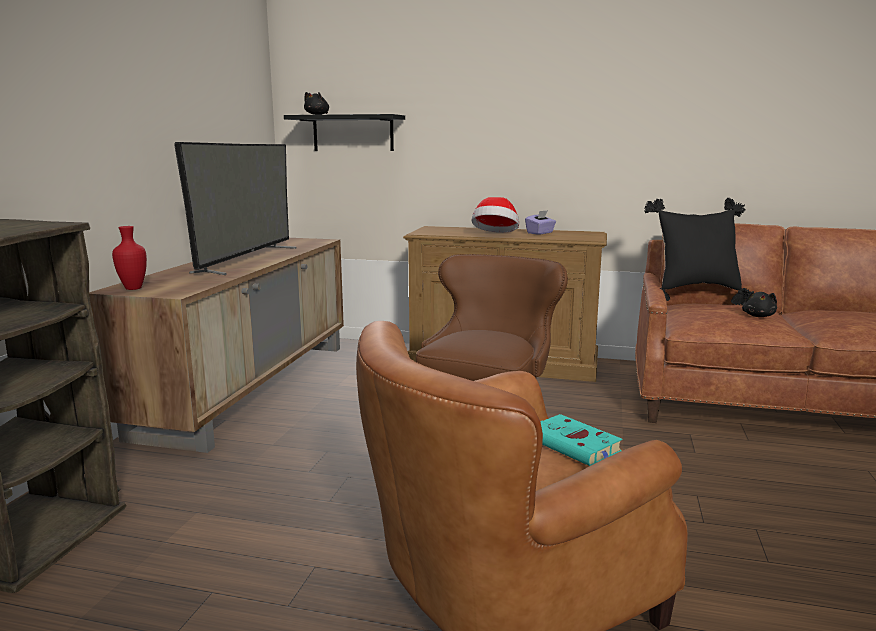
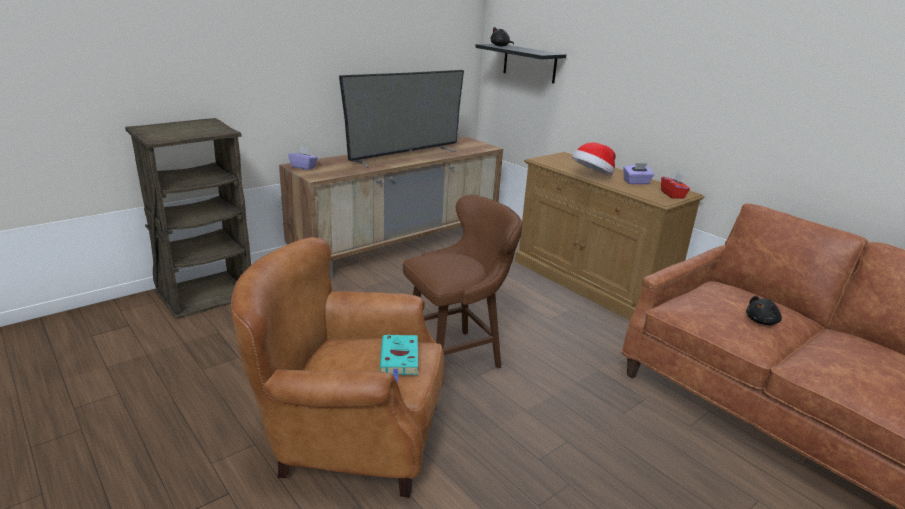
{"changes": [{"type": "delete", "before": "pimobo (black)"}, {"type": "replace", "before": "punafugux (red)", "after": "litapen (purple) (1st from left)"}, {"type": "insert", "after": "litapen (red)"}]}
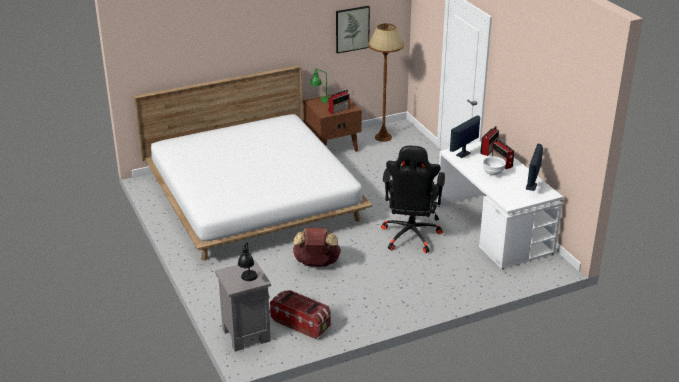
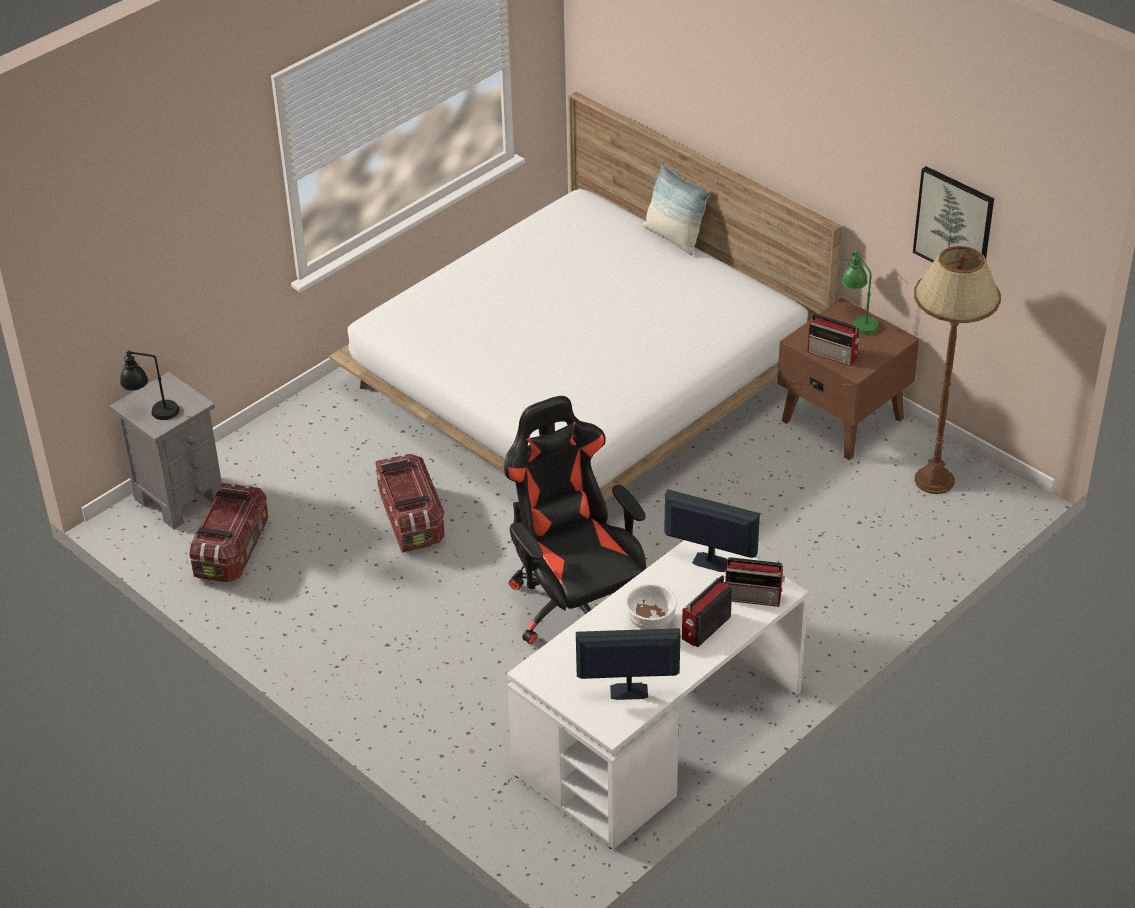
{"changes": [{"type": "rotate", "before": "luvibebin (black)", "turn": 75}, {"type": "replace", "before": "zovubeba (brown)", "after": "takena (2nd from left)"}, {"type": "insert", "after": "pimobo"}]}
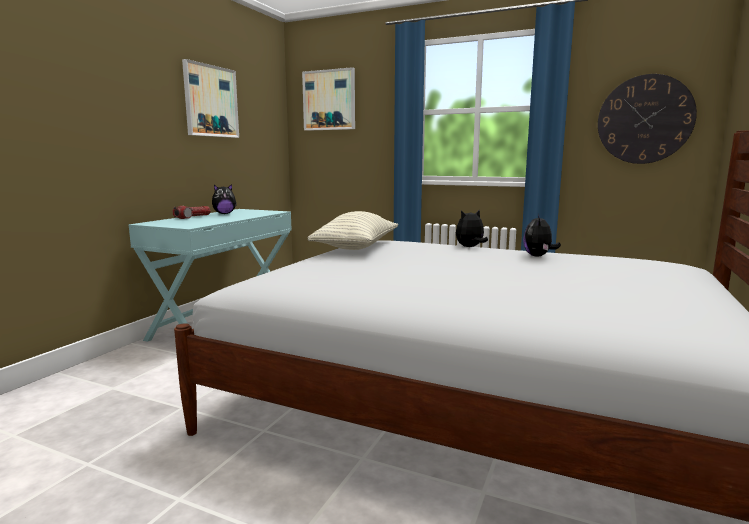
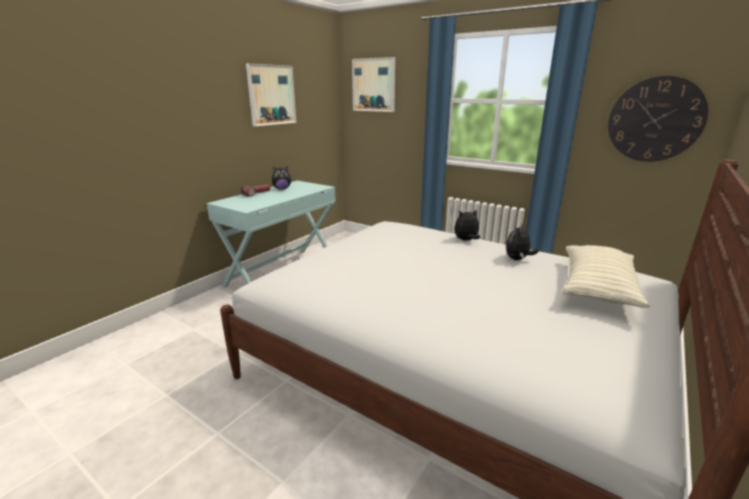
{"changes": [{"type": "move", "before": "pimobo"}]}
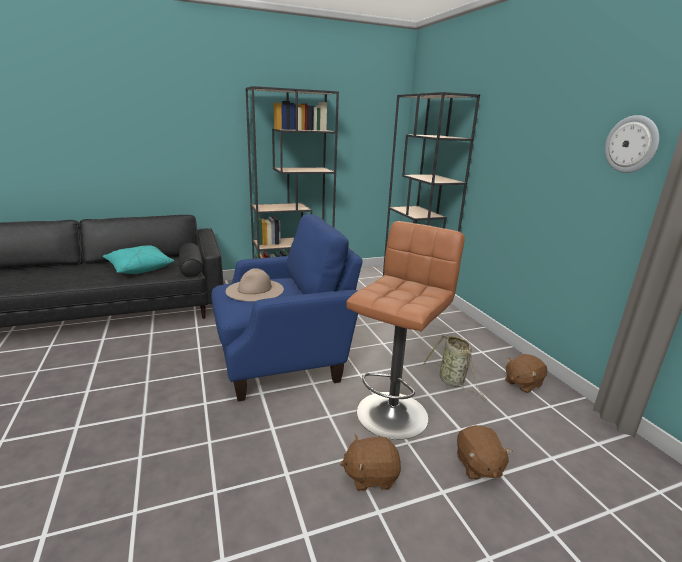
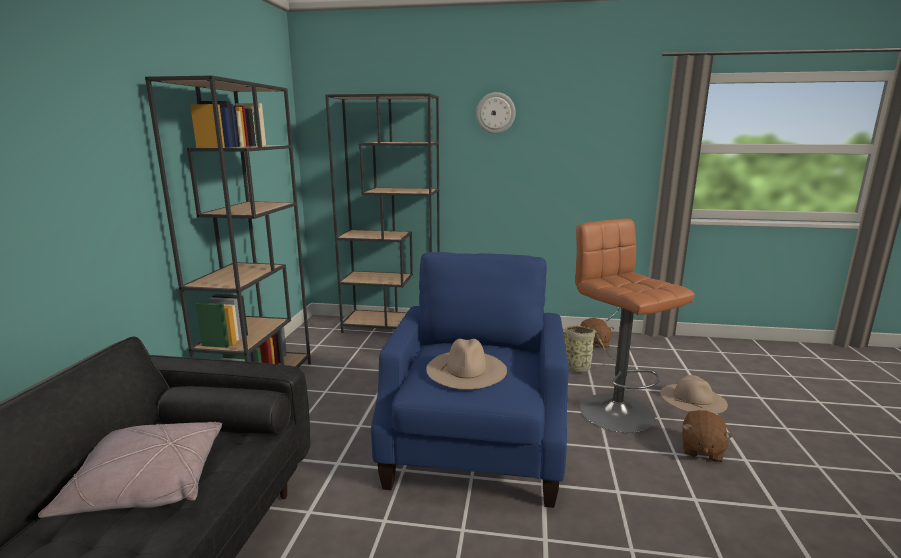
{"changes": [{"type": "move", "before": "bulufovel"}, {"type": "recolor", "before": "pimobo (turquoise)", "after": "pimobo (purple)"}, {"type": "replace", "before": "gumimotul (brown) (2nd from left)", "after": "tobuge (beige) (2nd from left)"}]}
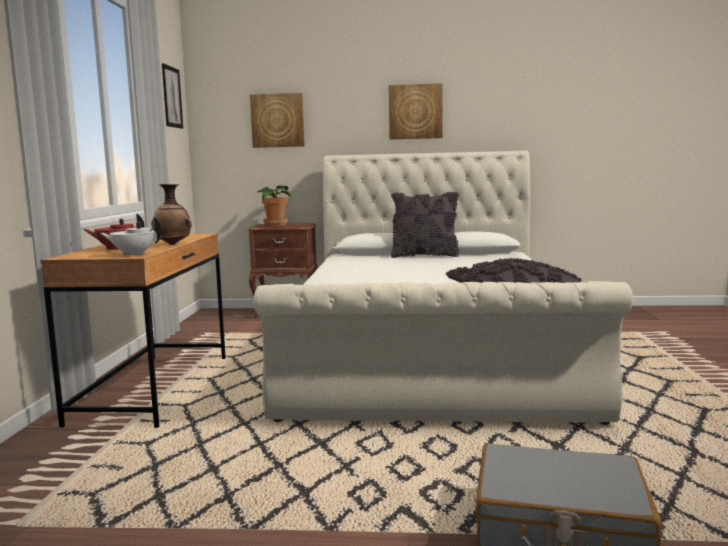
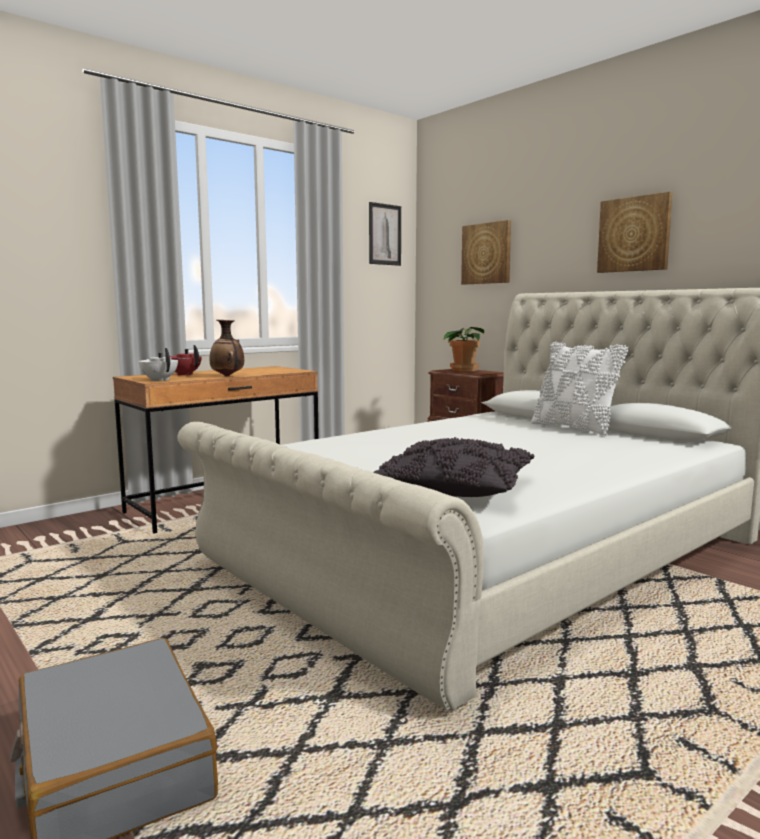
{"changes": [{"type": "recolor", "before": "pimobo (black) (1st from left)", "after": "pimobo (white)"}]}
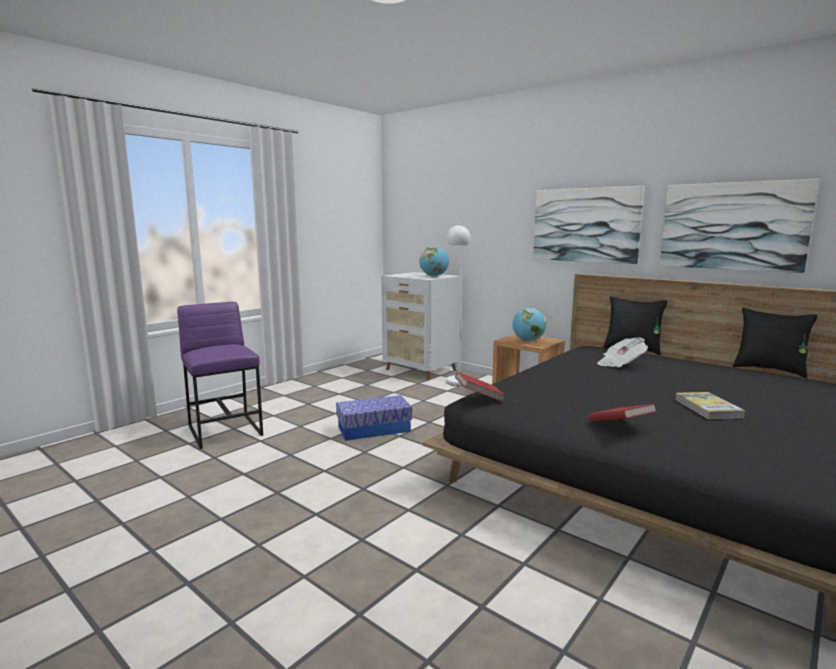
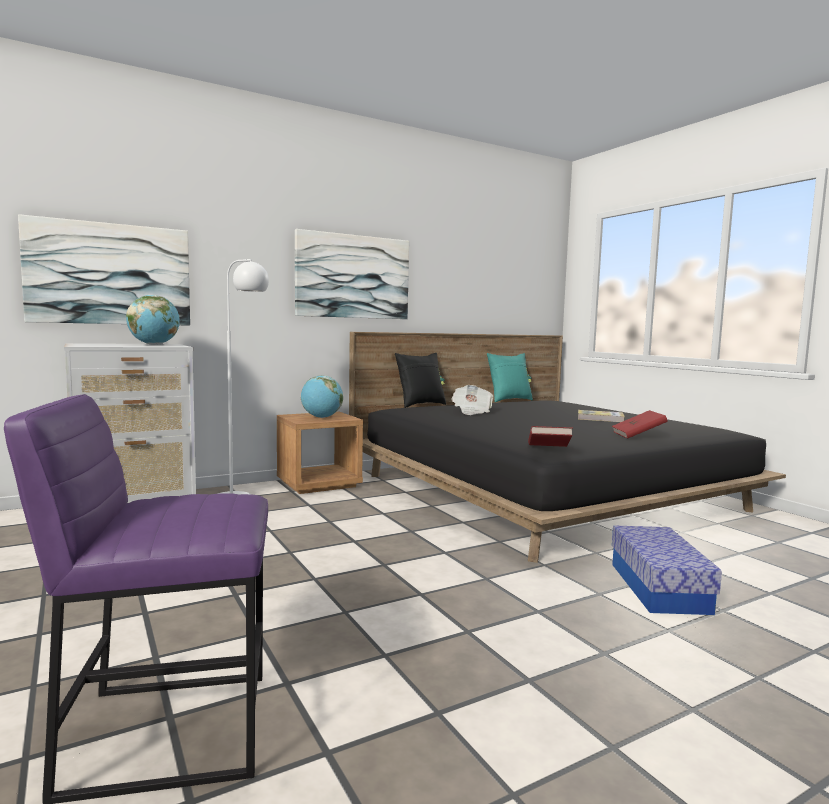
{"changes": [{"type": "move", "before": "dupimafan (2nd from left in the first image)", "after": "dupimafan (1st from left)"}, {"type": "recolor", "before": "pimobo (black) (2nd from left)", "after": "pimobo (turquoise)"}, {"type": "move", "before": "takena"}]}
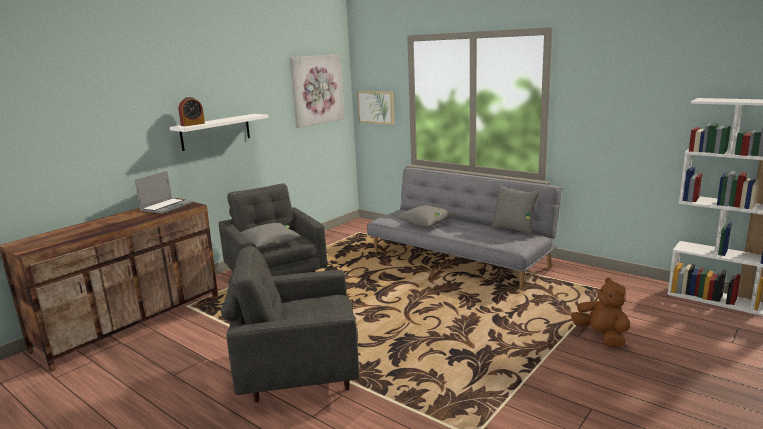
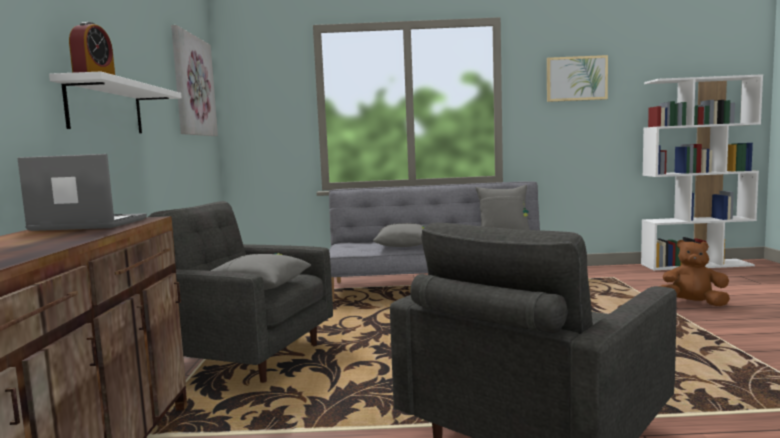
{"changes": [{"type": "move", "before": "dupimafan (2nd from left)"}, {"type": "rotate", "before": "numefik", "turn": -75}]}
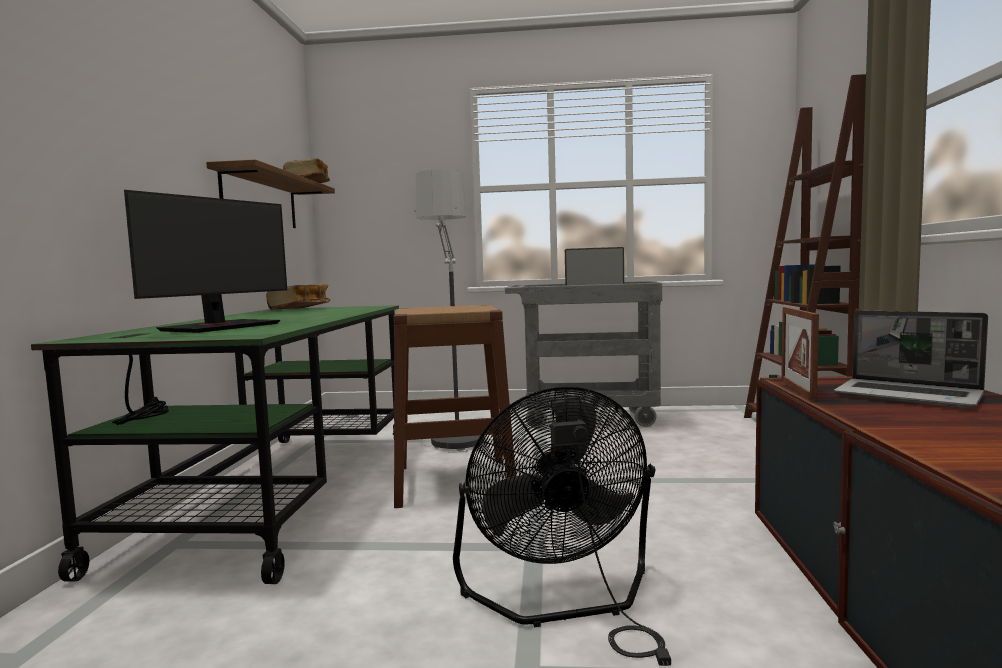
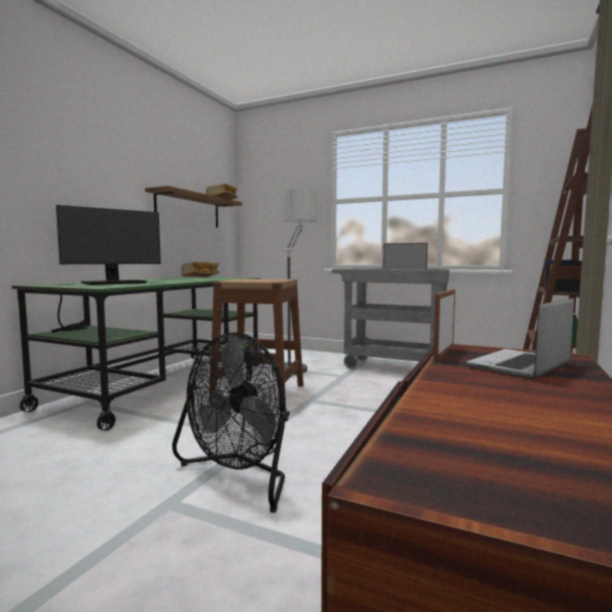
{"changes": [{"type": "rotate", "before": "numefik (2nd from left)", "turn": 75}, {"type": "rotate", "before": "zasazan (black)", "turn": -150}]}
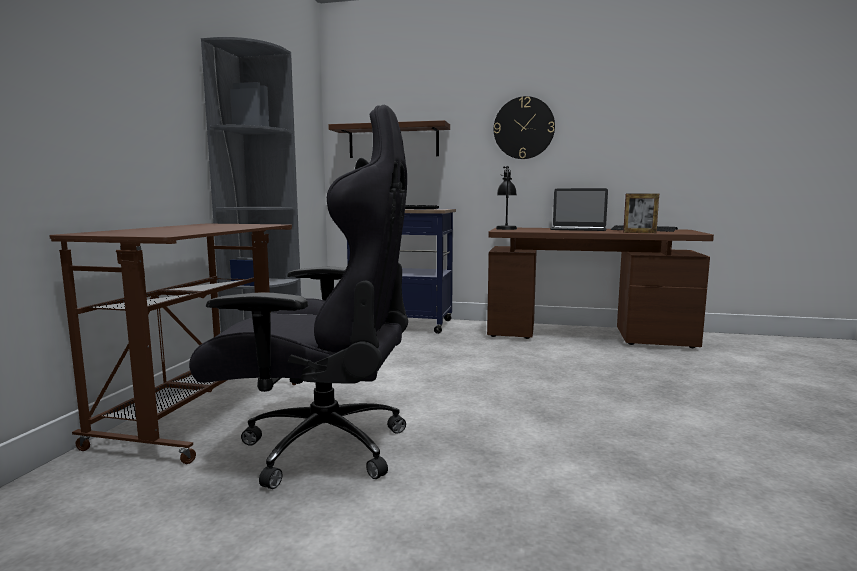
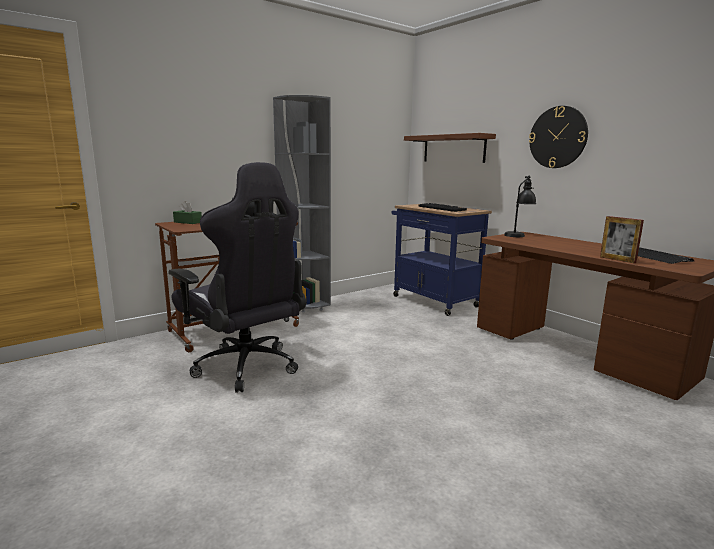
{"changes": [{"type": "delete", "before": "numefik"}, {"type": "insert", "after": "litapen (green)"}]}
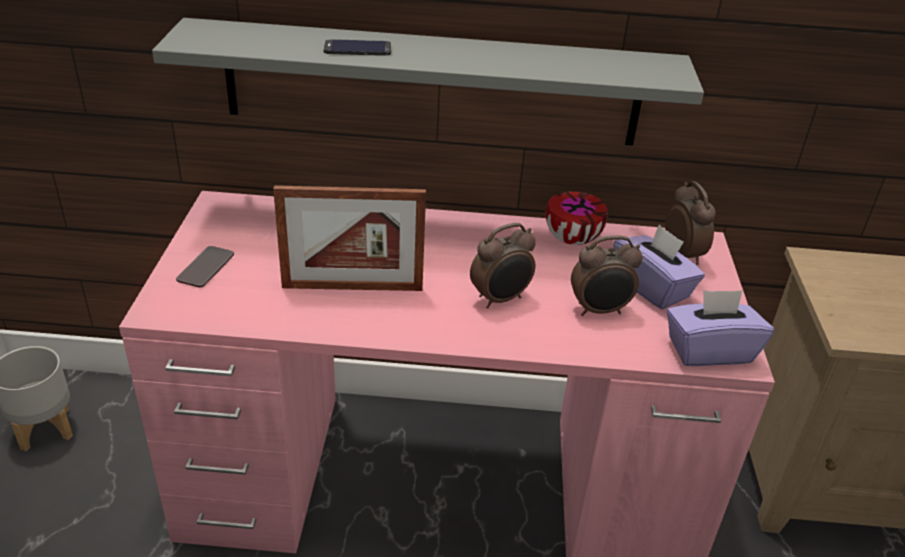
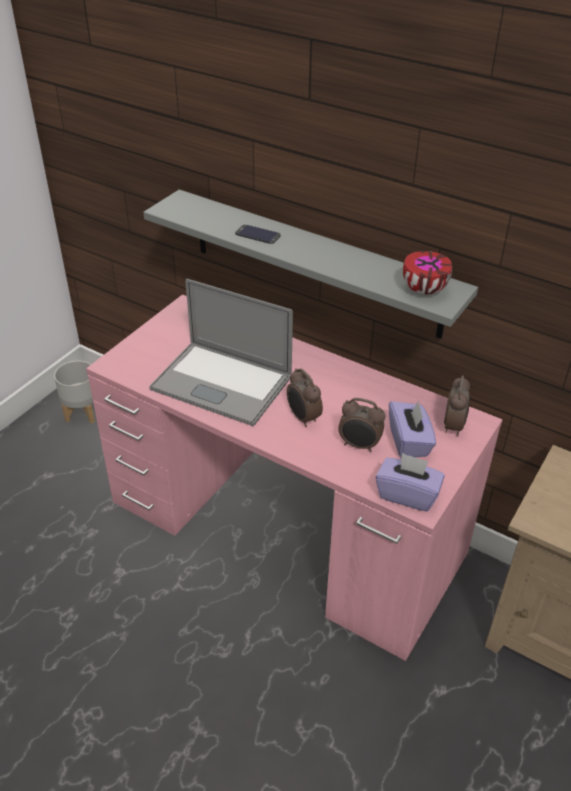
{"changes": [{"type": "replace", "before": "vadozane", "after": "numefik"}, {"type": "move", "before": "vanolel"}, {"type": "rotate", "before": "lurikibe (1st from left)", "turn": 60}, {"type": "delete", "before": "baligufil (1st from left)"}]}
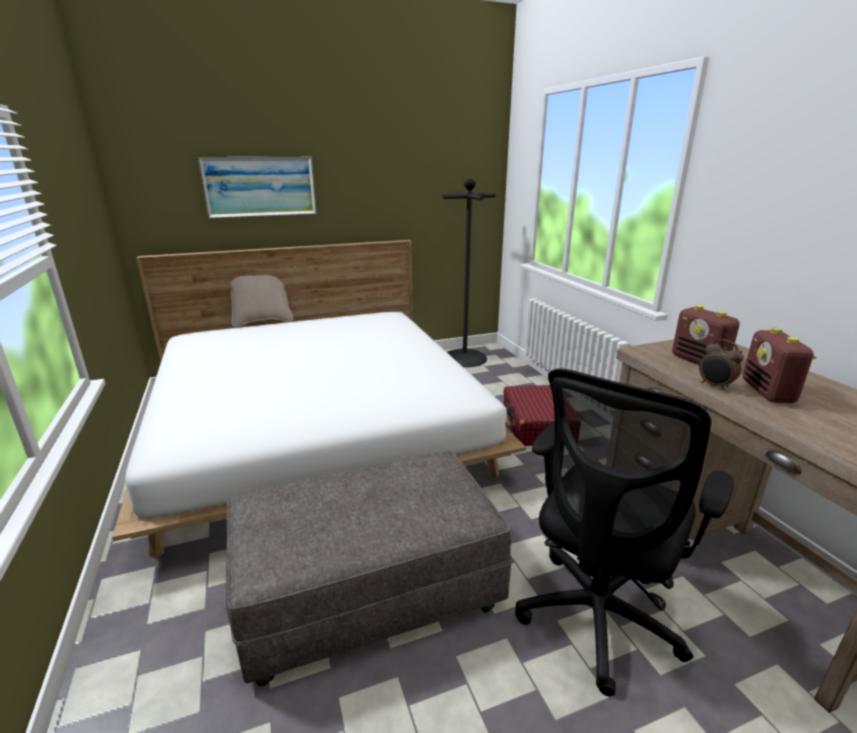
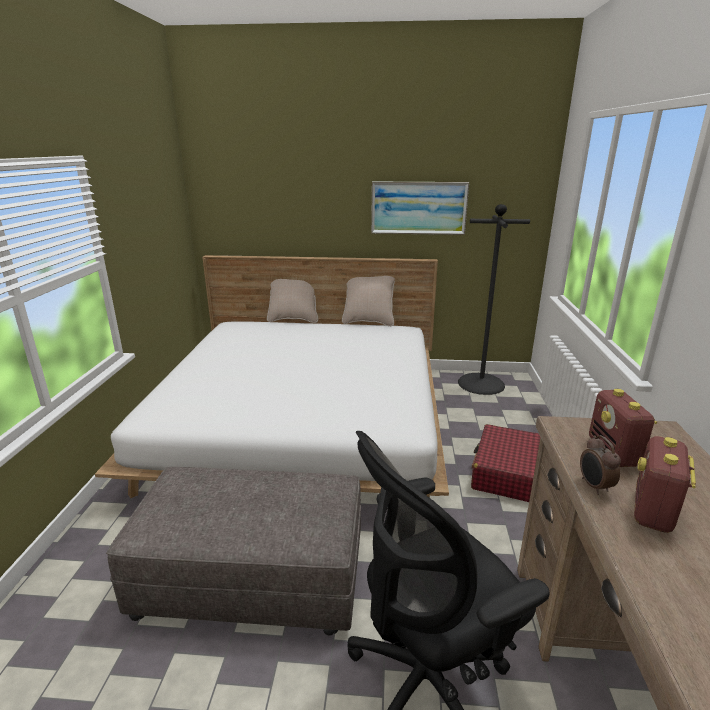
{"changes": [{"type": "move", "before": "dupimafan"}, {"type": "insert", "after": "pimobo (beige) (2nd from left)"}]}
